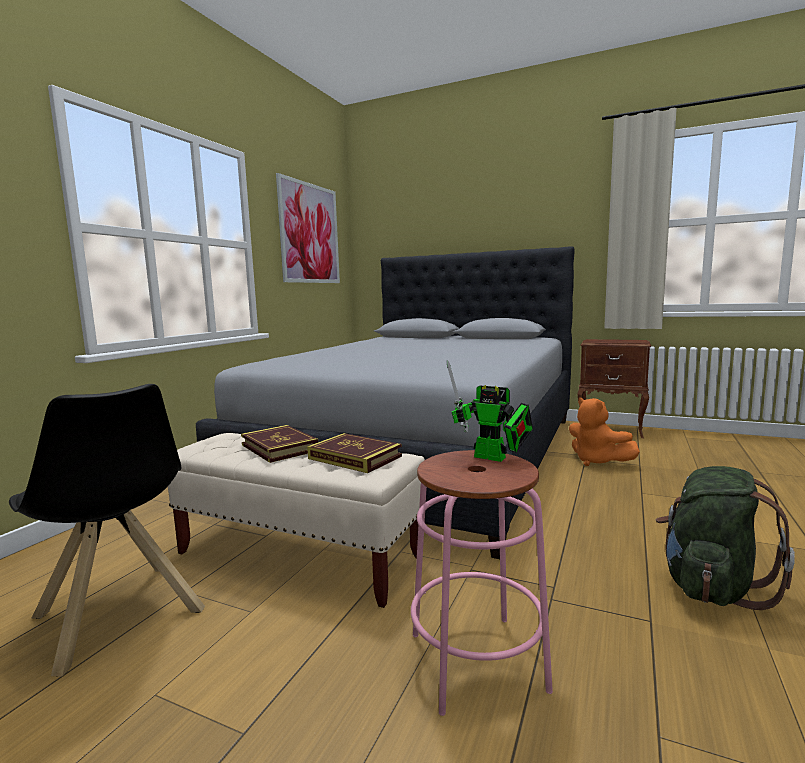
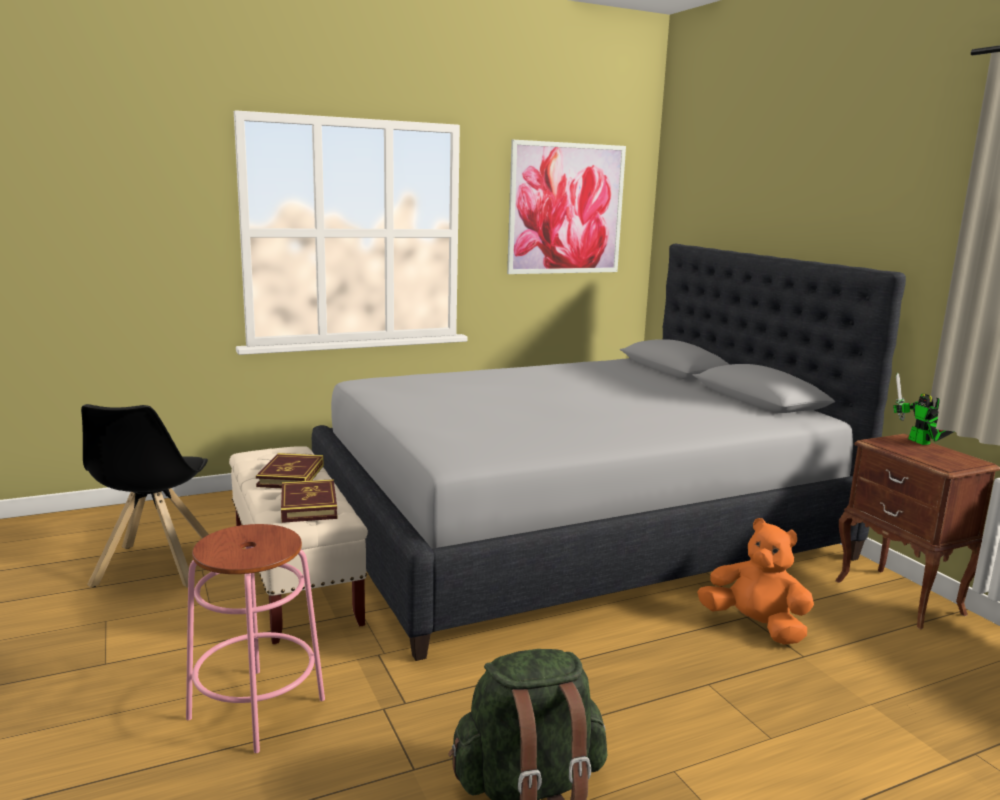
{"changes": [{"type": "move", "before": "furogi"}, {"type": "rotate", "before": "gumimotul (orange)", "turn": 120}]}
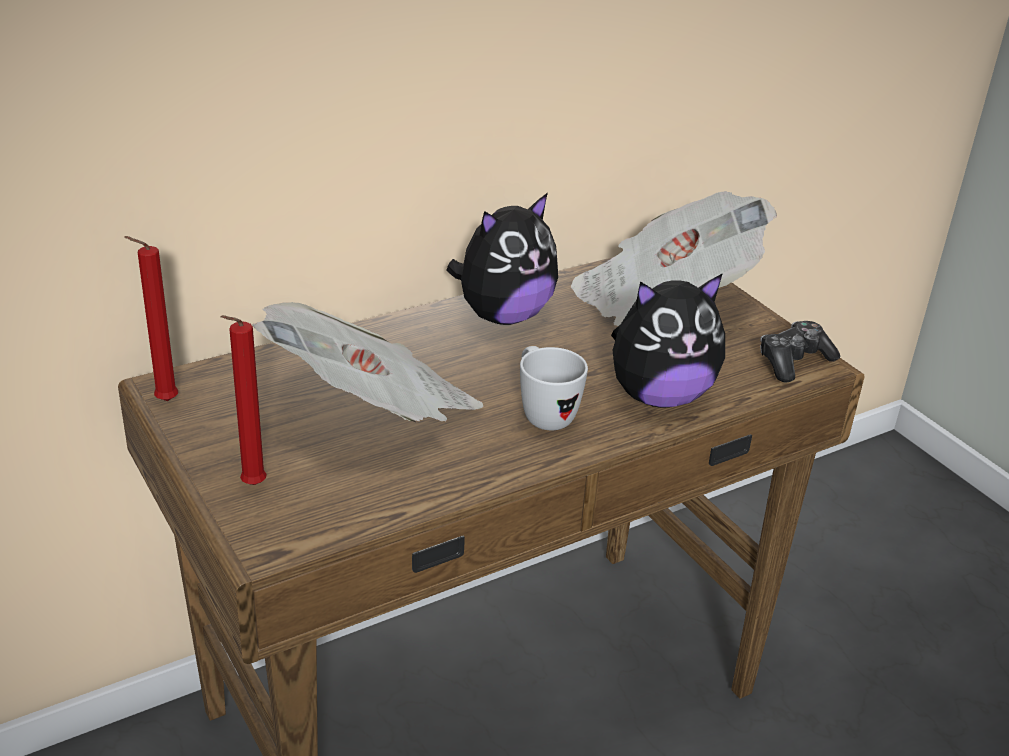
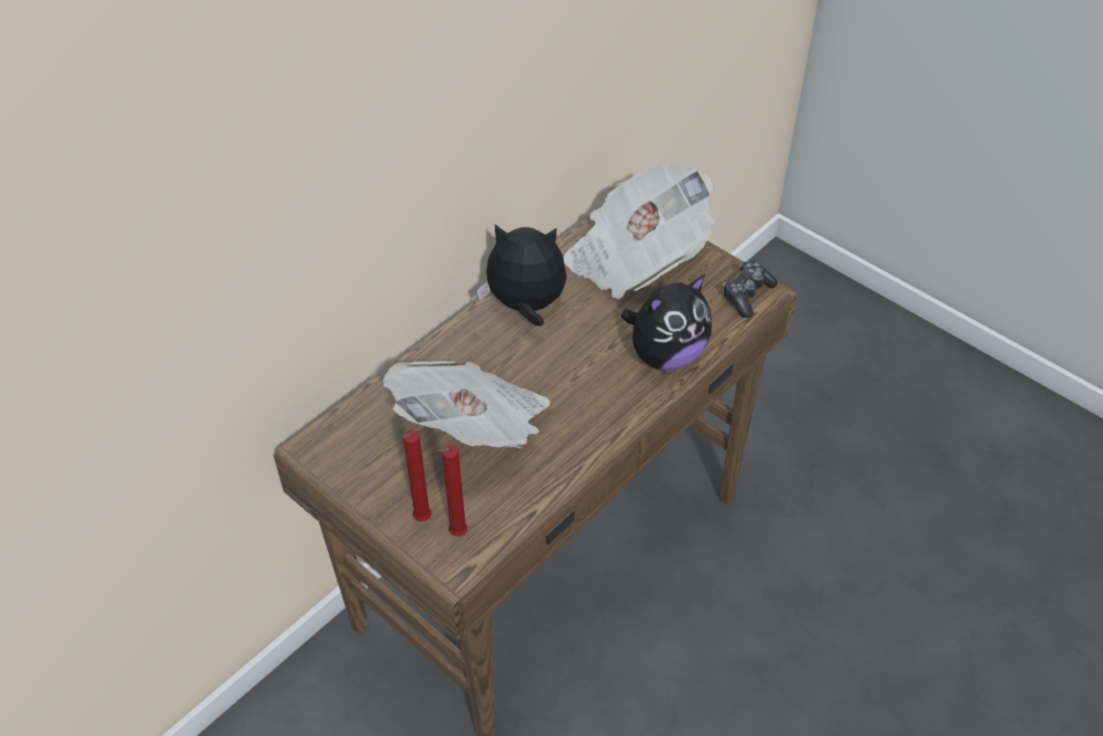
{"changes": [{"type": "rotate", "before": "gumimotul (1st from left)", "turn": -120}, {"type": "move", "before": "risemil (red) (1st from left in the first image)", "after": "risemil (red) (2nd from left)"}, {"type": "delete", "before": "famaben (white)"}]}
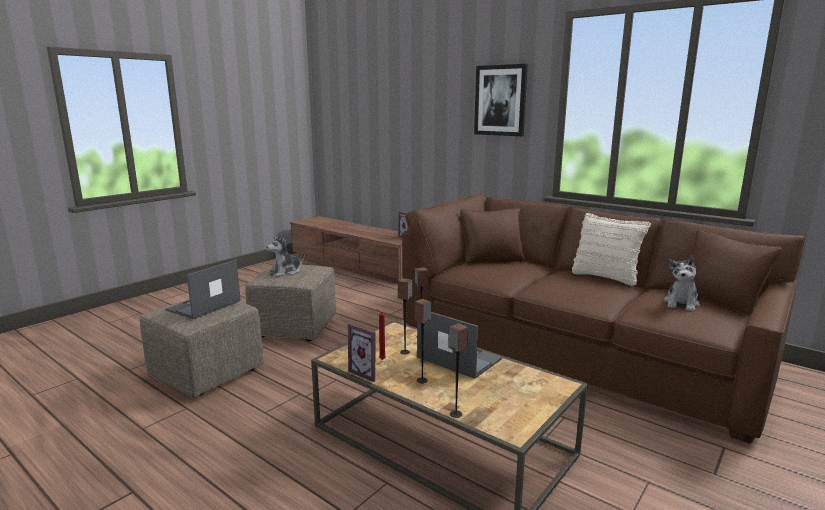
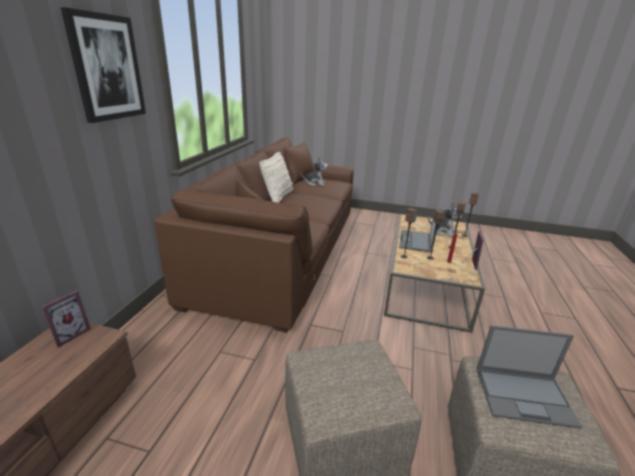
{"changes": [{"type": "move", "before": "gumimotul (1st from left in the first image)", "after": "gumimotul (2nd from left)"}]}
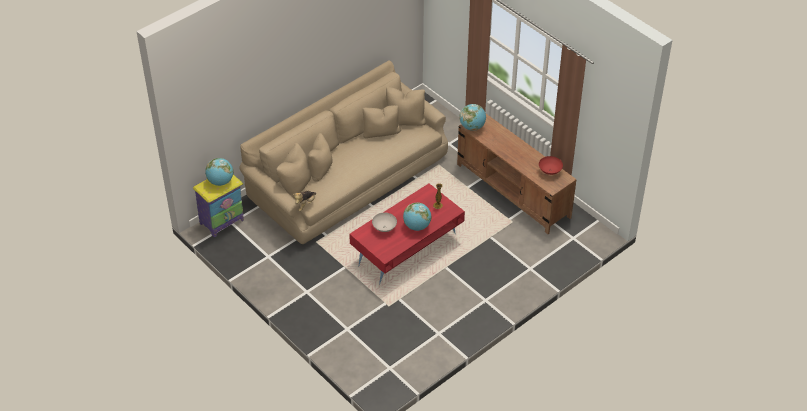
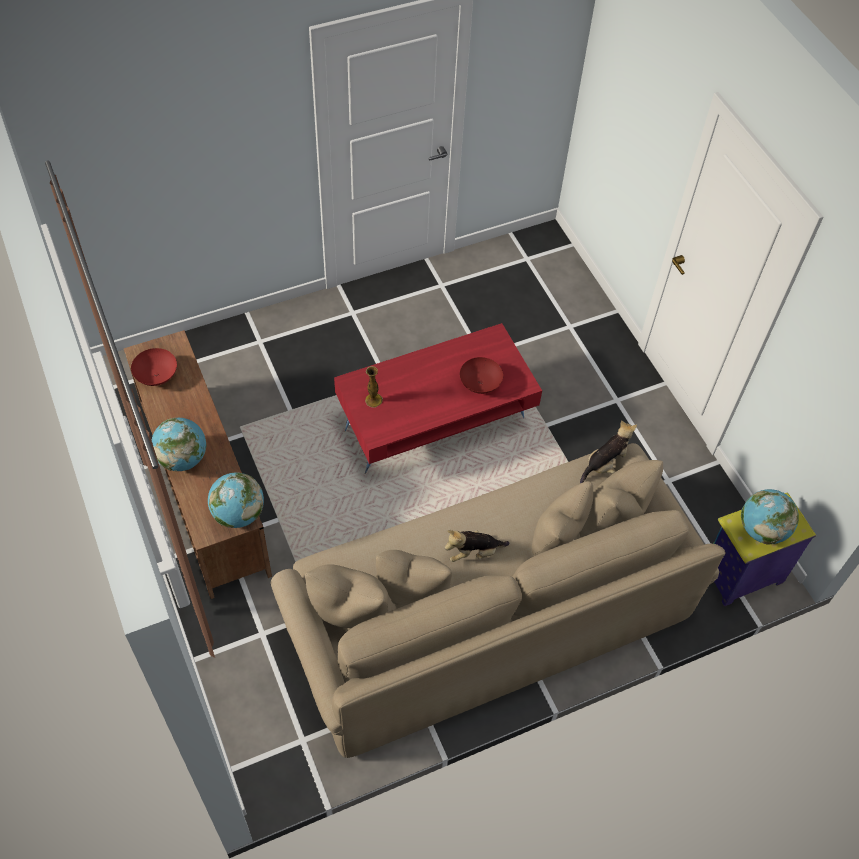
{"changes": [{"type": "move", "before": "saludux (2nd from left in the first image)", "after": "saludux (1st from left)"}, {"type": "recolor", "before": "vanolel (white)", "after": "vanolel (red) (2nd from left)"}, {"type": "insert", "after": "gumimotul (1st from left)"}]}
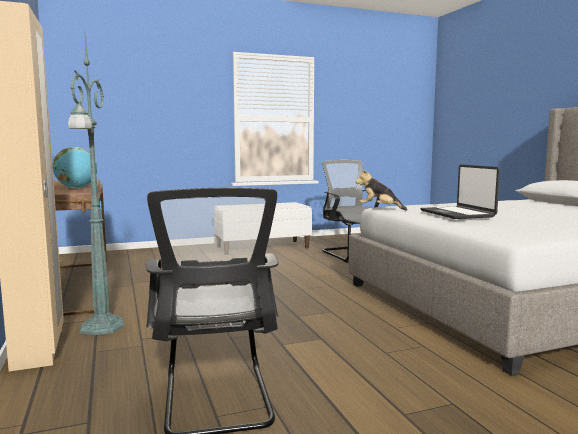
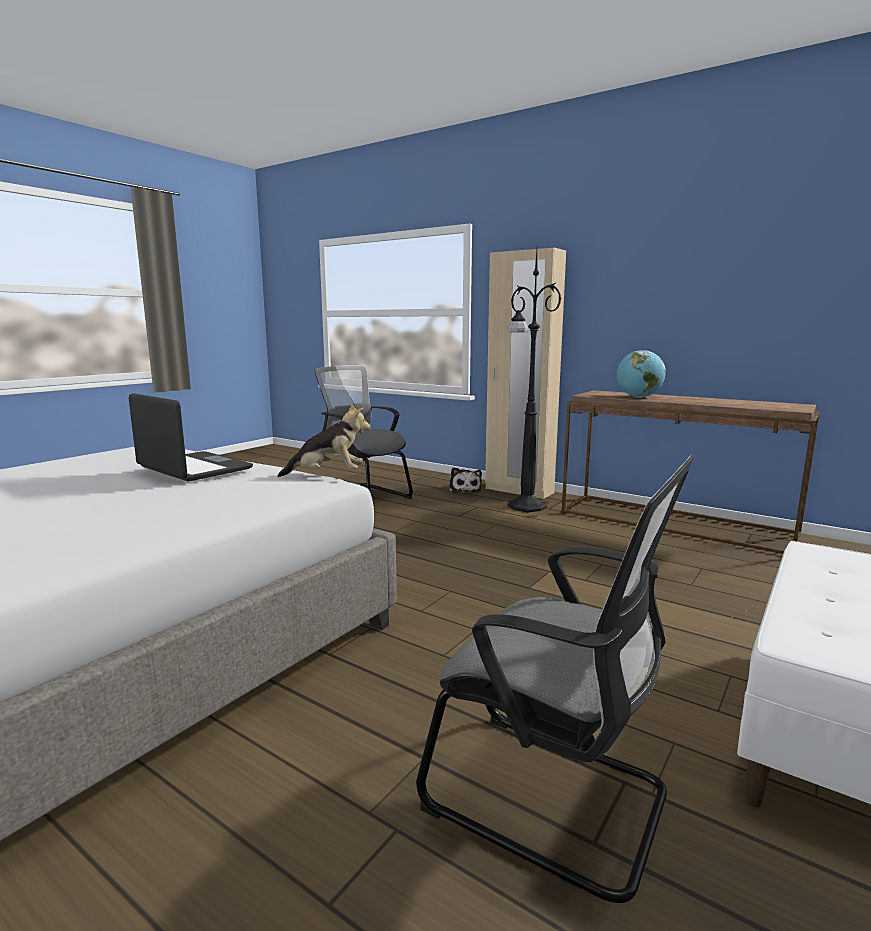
{"changes": [{"type": "recolor", "before": "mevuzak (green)", "after": "mevuzak (black)"}, {"type": "insert", "after": "gumimotul (2nd from left)"}]}
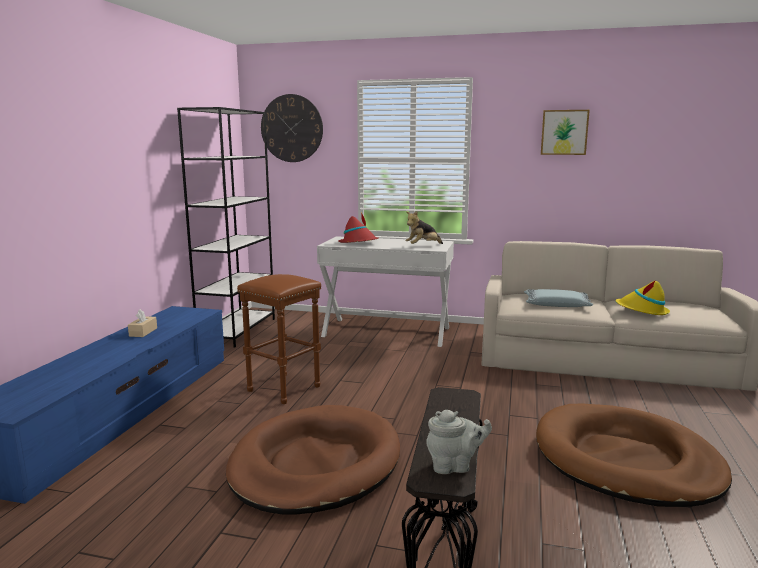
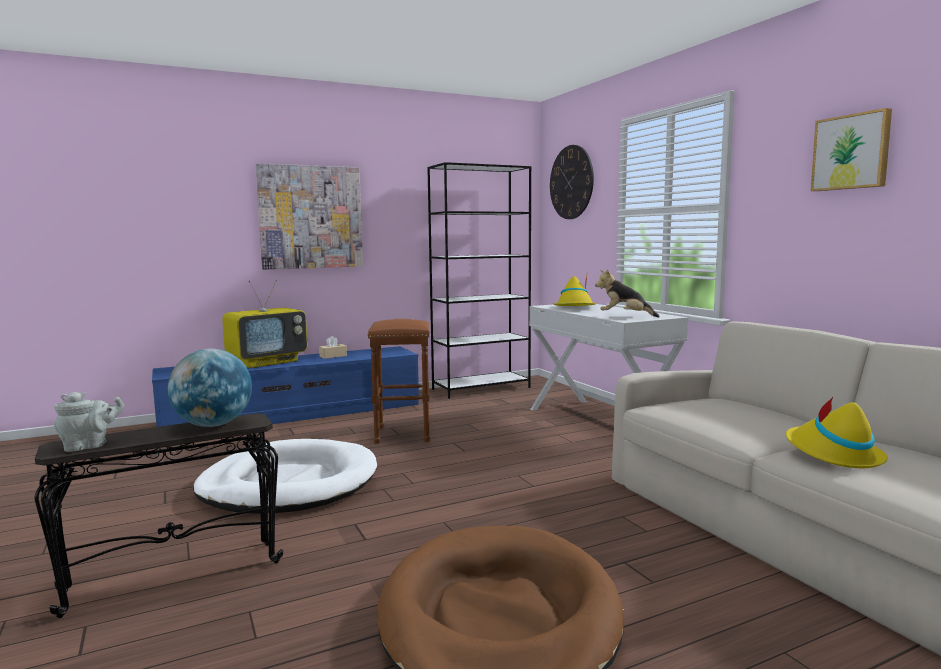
{"changes": [{"type": "recolor", "before": "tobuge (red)", "after": "tobuge (yellow) (1st from left)"}, {"type": "delete", "before": "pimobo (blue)"}, {"type": "recolor", "before": "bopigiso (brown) (1st from left)", "after": "bopigiso (white)"}, {"type": "rotate", "before": "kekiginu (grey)", "turn": -75}, {"type": "insert", "after": "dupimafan (1st from left)"}, {"type": "insert", "after": "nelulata"}, {"type": "insert", "after": "saludux"}]}
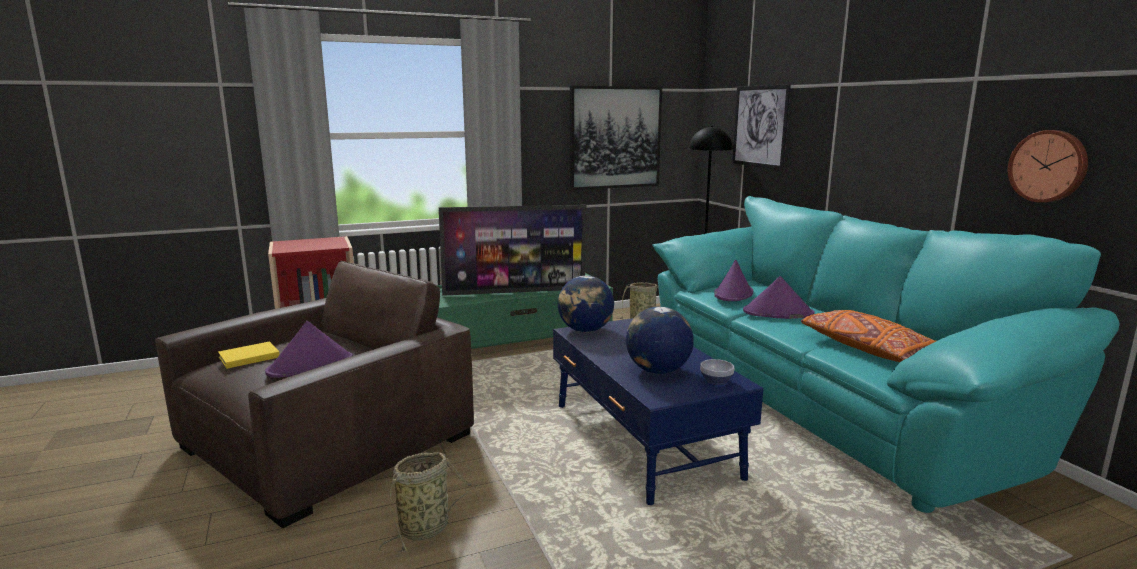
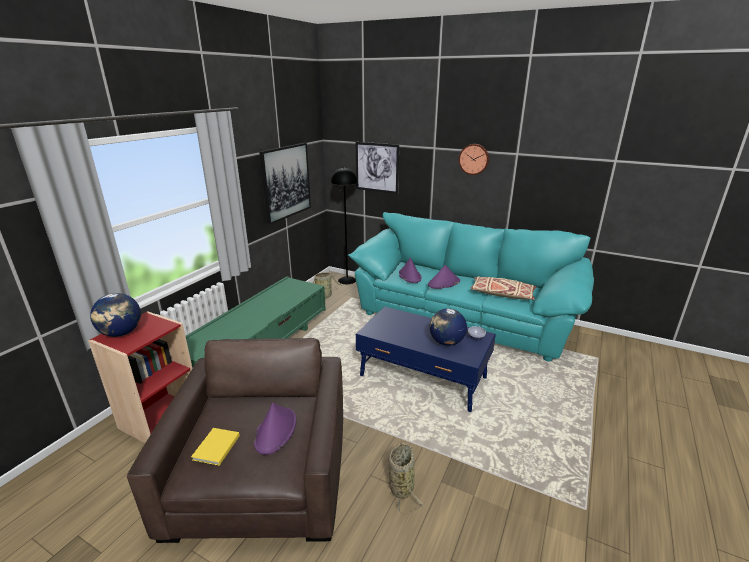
{"changes": [{"type": "move", "before": "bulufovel"}, {"type": "delete", "before": "nelulata"}, {"type": "move", "before": "saludux (1st from left)"}, {"type": "recolor", "before": "pimobo (orange)", "after": "pimobo (beige)"}]}
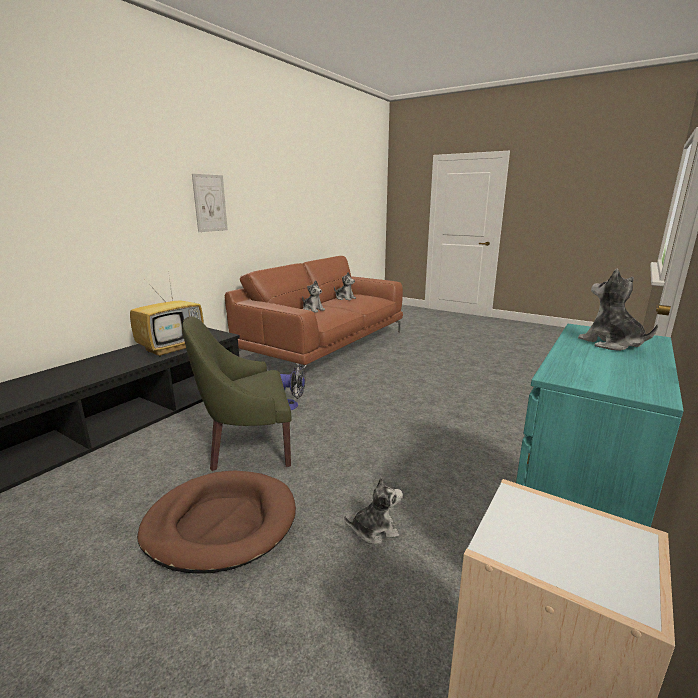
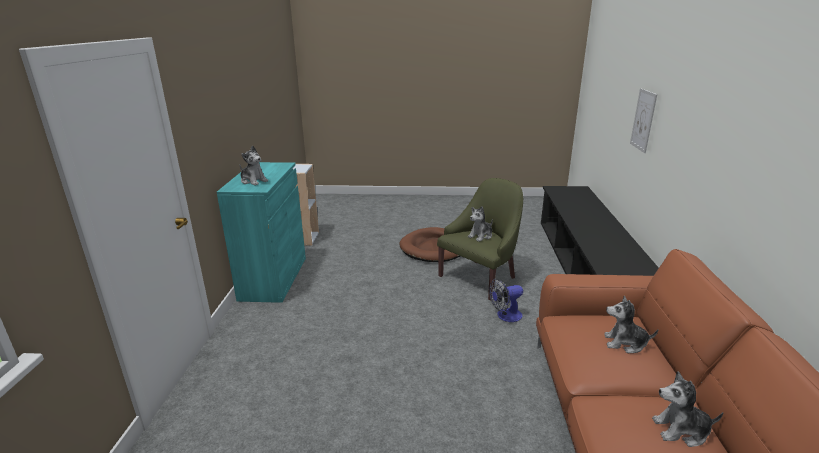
{"changes": [{"type": "move", "before": "dupimafan"}, {"type": "delete", "before": "nelulata"}, {"type": "move", "before": "gumimotul (3rd from left in the first image)", "after": "gumimotul (2nd from left)"}]}
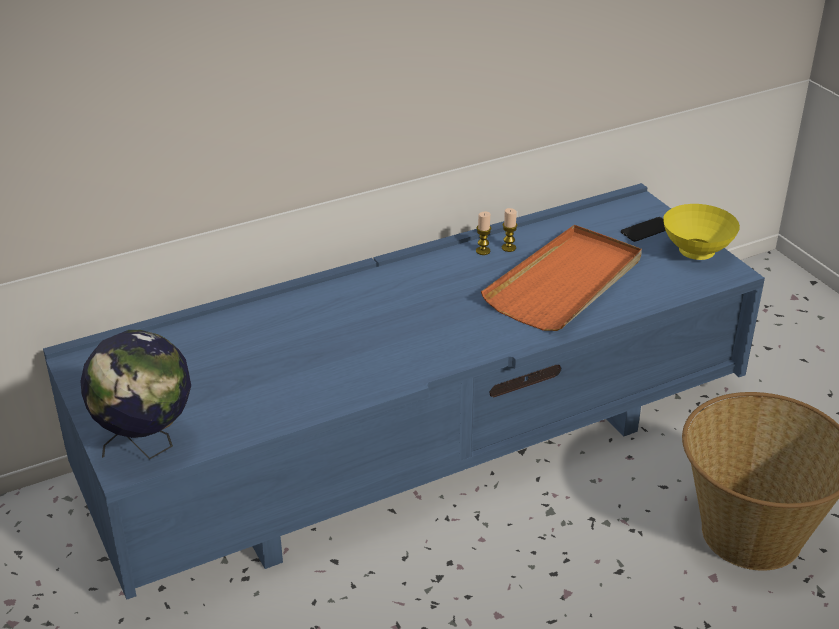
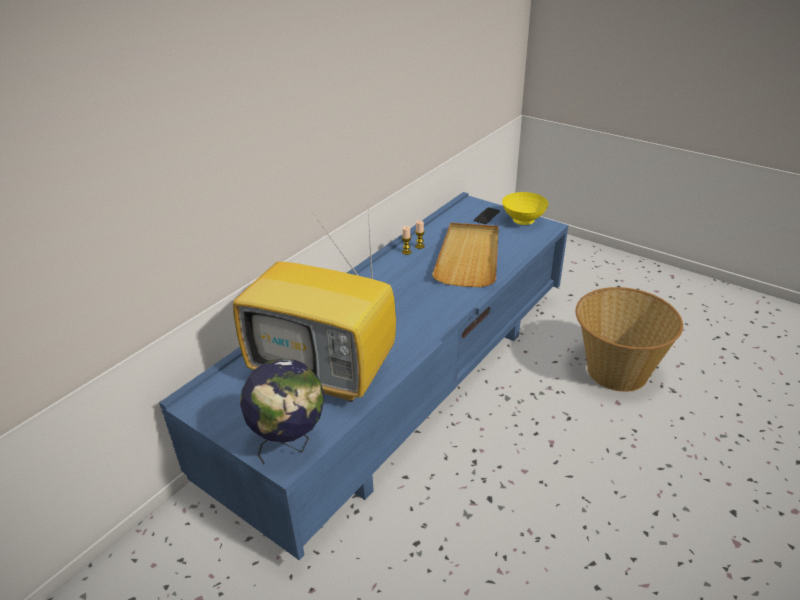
{"changes": [{"type": "recolor", "before": "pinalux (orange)", "after": "pinalux (beige)"}, {"type": "insert", "after": "nelulata"}]}
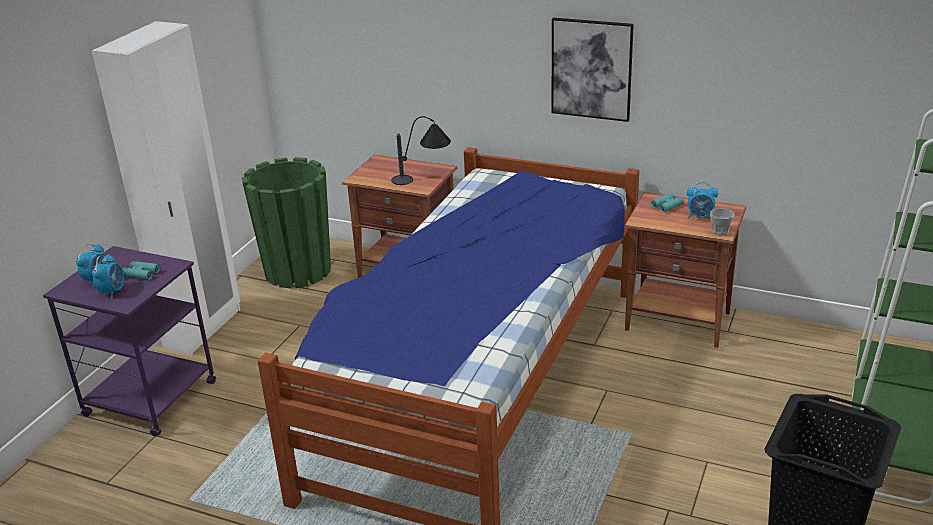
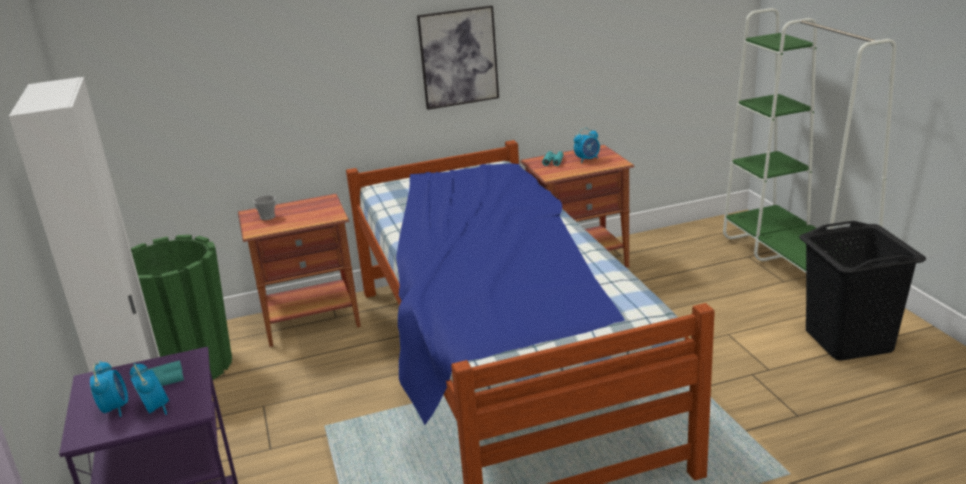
{"changes": [{"type": "delete", "before": "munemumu"}, {"type": "move", "before": "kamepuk"}]}
